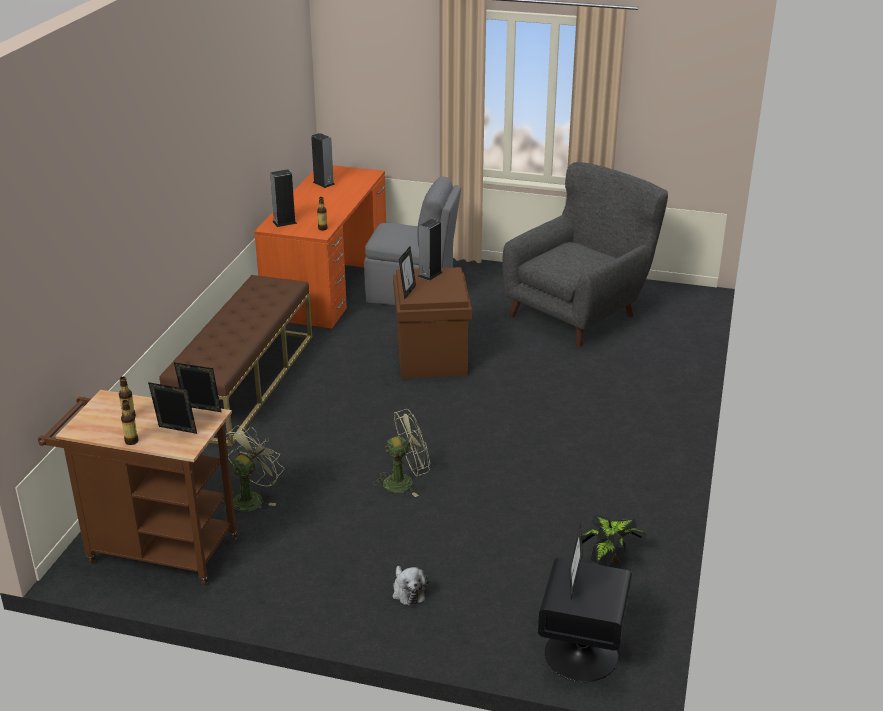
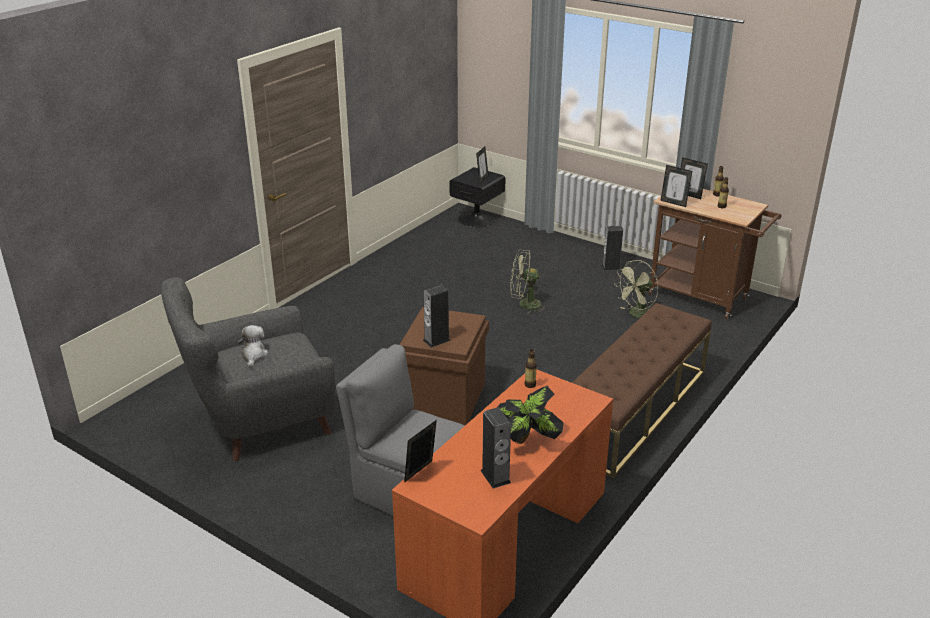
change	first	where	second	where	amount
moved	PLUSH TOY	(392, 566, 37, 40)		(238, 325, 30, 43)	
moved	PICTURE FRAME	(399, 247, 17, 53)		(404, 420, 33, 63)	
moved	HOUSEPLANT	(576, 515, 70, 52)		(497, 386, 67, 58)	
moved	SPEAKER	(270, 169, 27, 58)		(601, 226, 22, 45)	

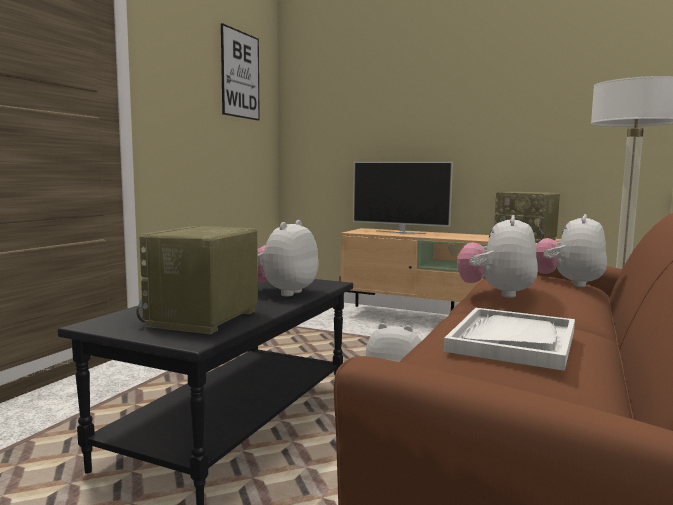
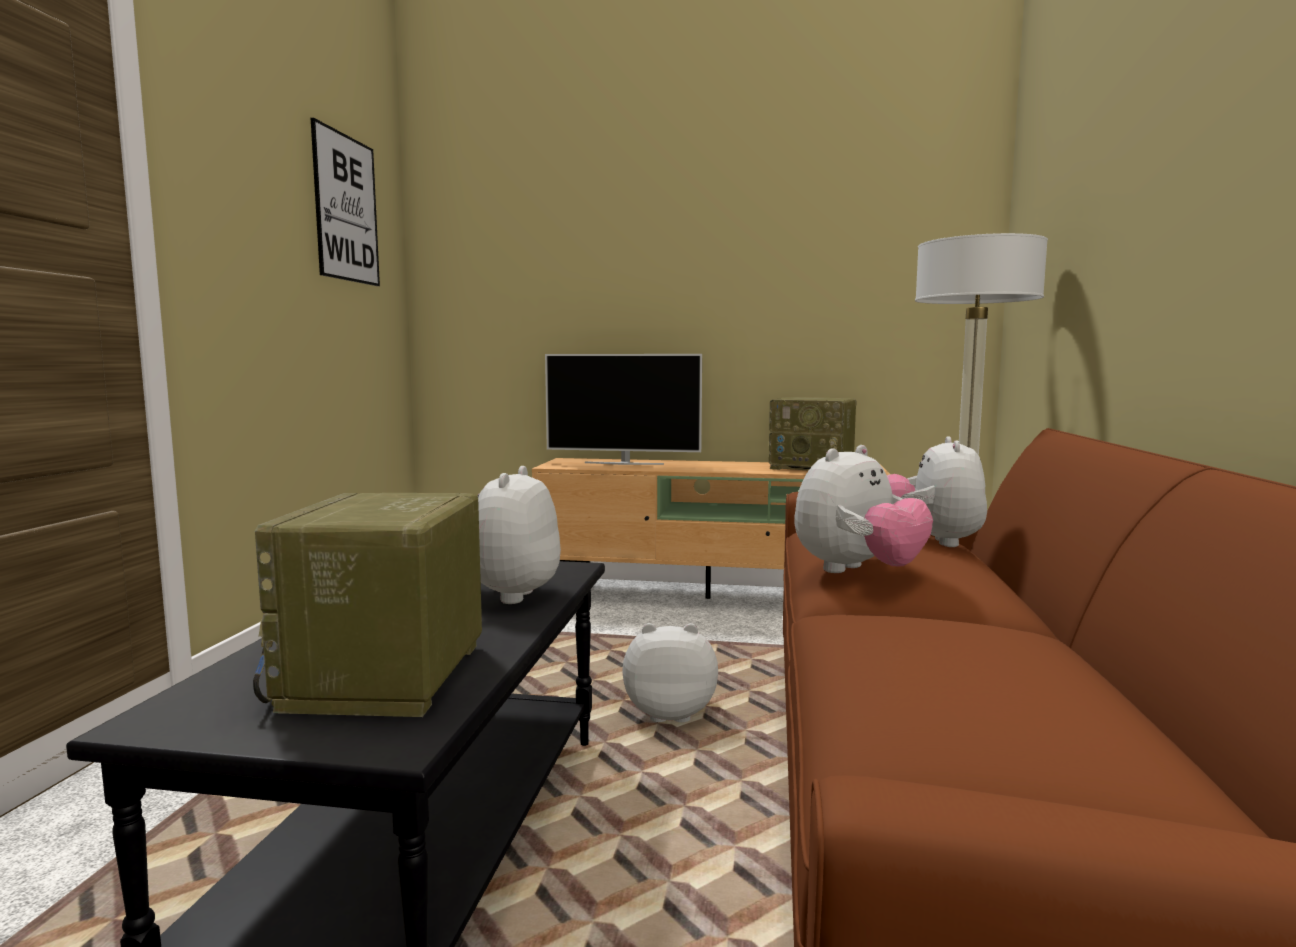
change	first	where	second	where	amount
turned	PLUSH TOY	(457, 215, 81, 83)		(795, 445, 138, 128)	135 degrees counterclockwise
removed	WHITISH SERVING TRAY	(444, 308, 131, 63)			

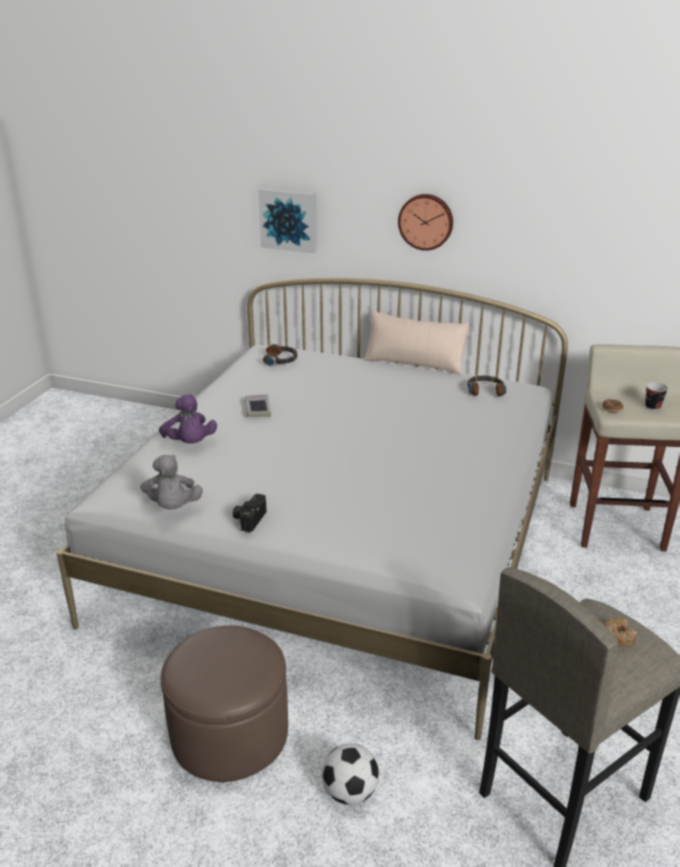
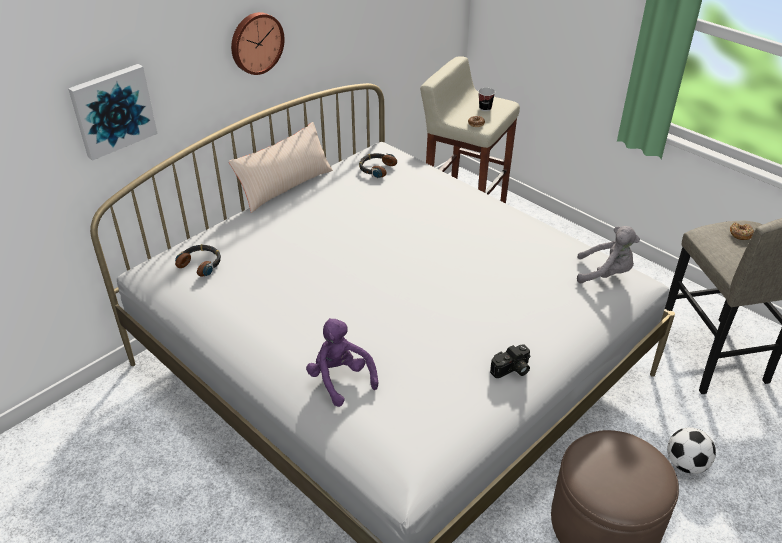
change	first	where	second	where	amount
turned	PURPLISH PLUSH TOY	(159, 394, 58, 50)		(306, 318, 72, 89)	120 degrees counterclockwise
turned	PHOTO CAMERA	(233, 494, 34, 38)		(490, 344, 40, 34)	75 degrees counterclockwise
moved	GREYISH PLUSH TOY	(140, 455, 63, 54)		(577, 226, 63, 58)	
removed	VOLUME	(245, 394, 26, 23)			

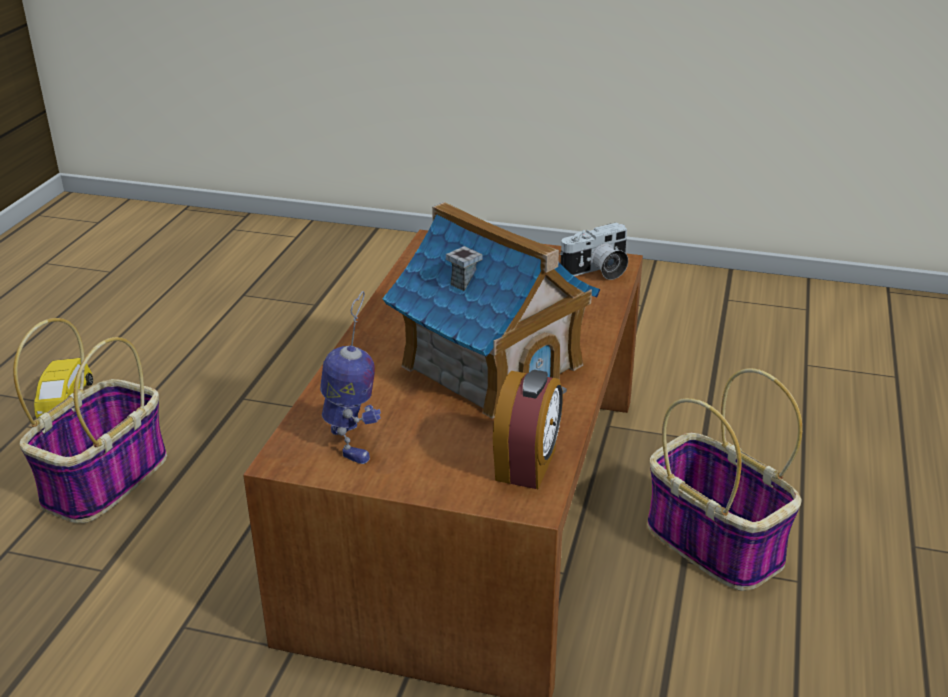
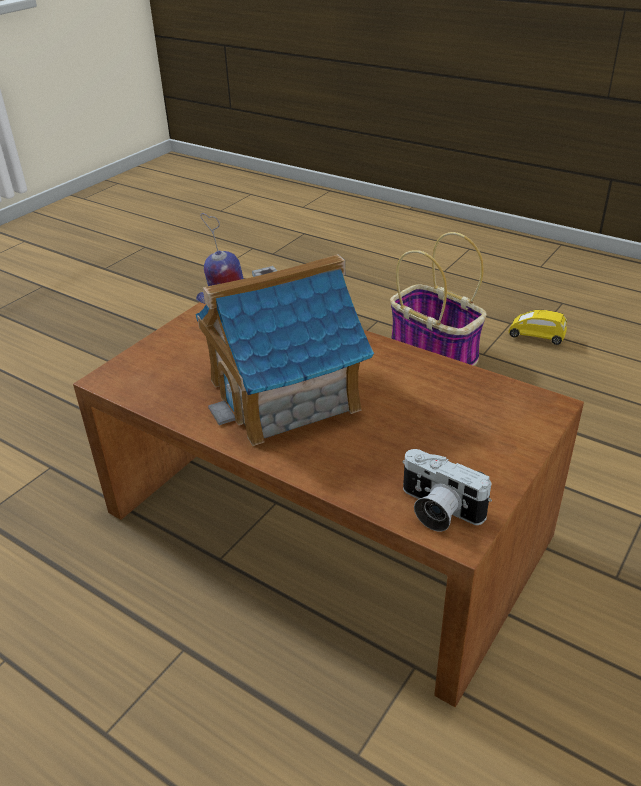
change	first	where	second	where	amount
turned	PHOTO CAMERA	(560, 222, 68, 58)		(403, 449, 89, 83)	45 degrees counterclockwise
removed	ALARM CLOCK	(493, 370, 70, 119)			
removed	STORAGE BASKET	(647, 368, 155, 223)			

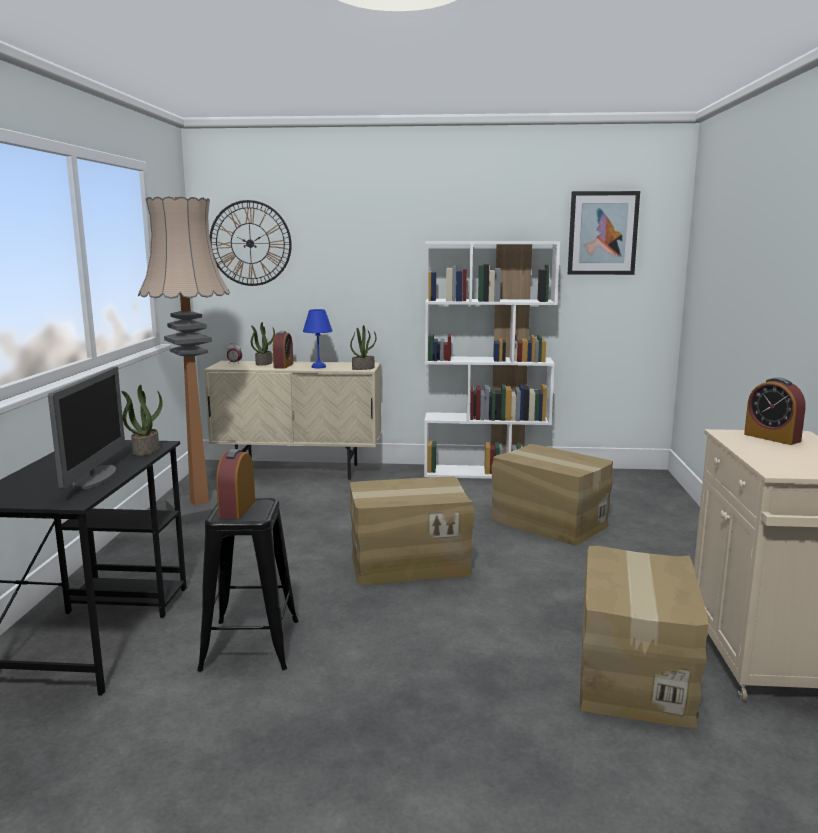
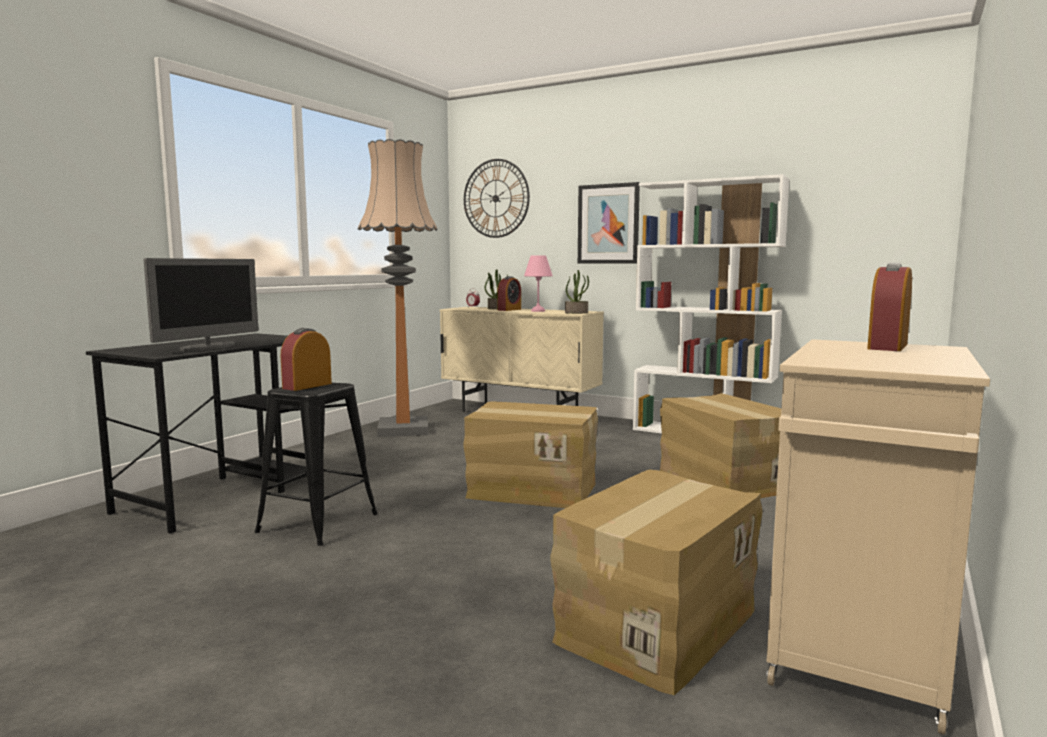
change	first	where	second	where	amount
recoloured	BLUE LAMP FOR A TABLE	(303, 309, 30, 59)	PINK LAMP FOR A TABLE	(524, 255, 28, 57)	
moved	WALL PICTURE	(568, 191, 72, 84)		(578, 182, 62, 82)	
turned	ALARM CLOCK	(744, 377, 62, 68)		(867, 263, 45, 88)	45 degrees clockwise
removed	HOUSEPLANT	(121, 385, 42, 71)			

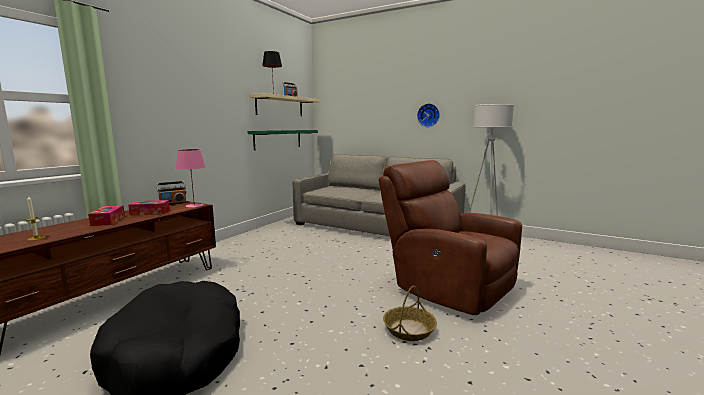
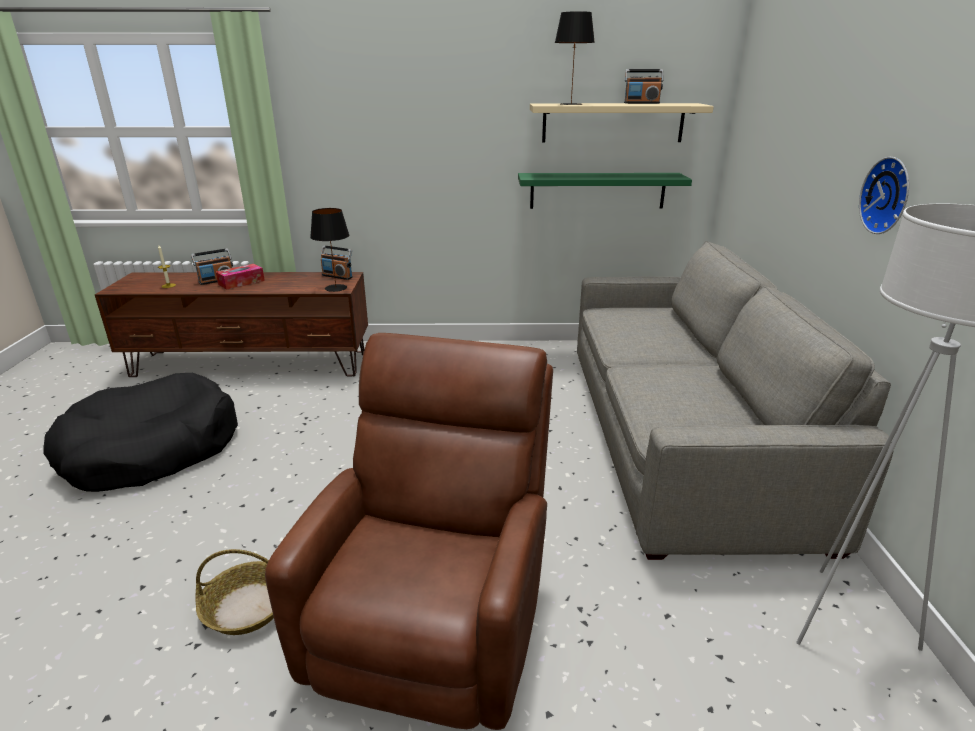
change	first	where	second	where	amount
added			RADIO	(191, 248, 42, 37)	
recoloured	PINK LAMP FOR A TABLE	(176, 149, 29, 59)	BLACKISH LAMP FOR A TABLE	(310, 208, 40, 84)	
removed	TISSUE BOX	(128, 200, 42, 16)			

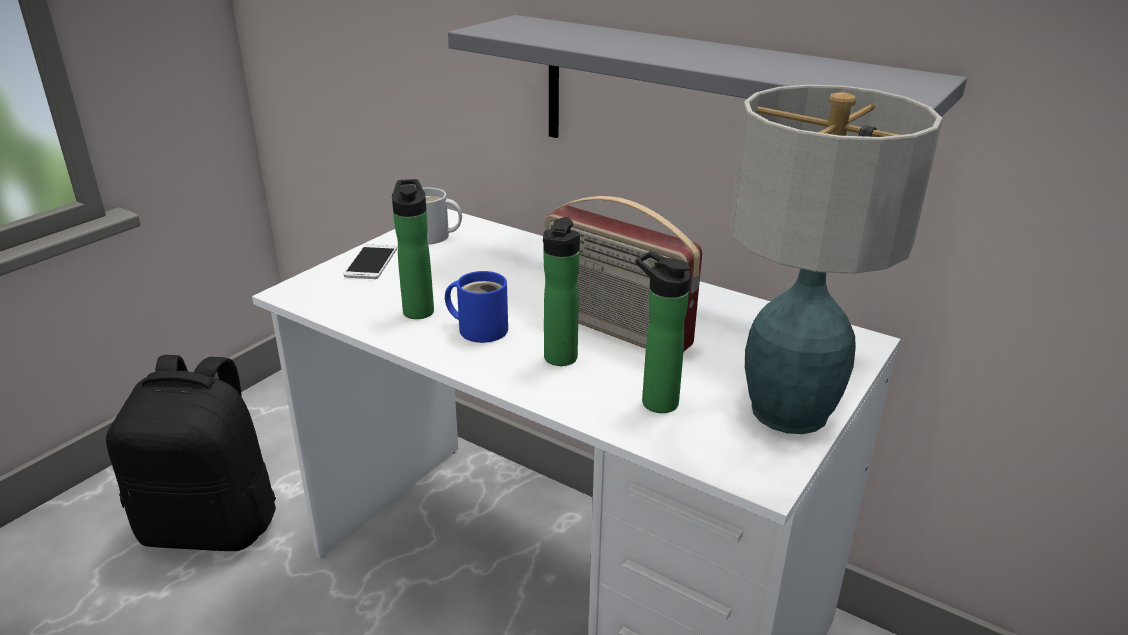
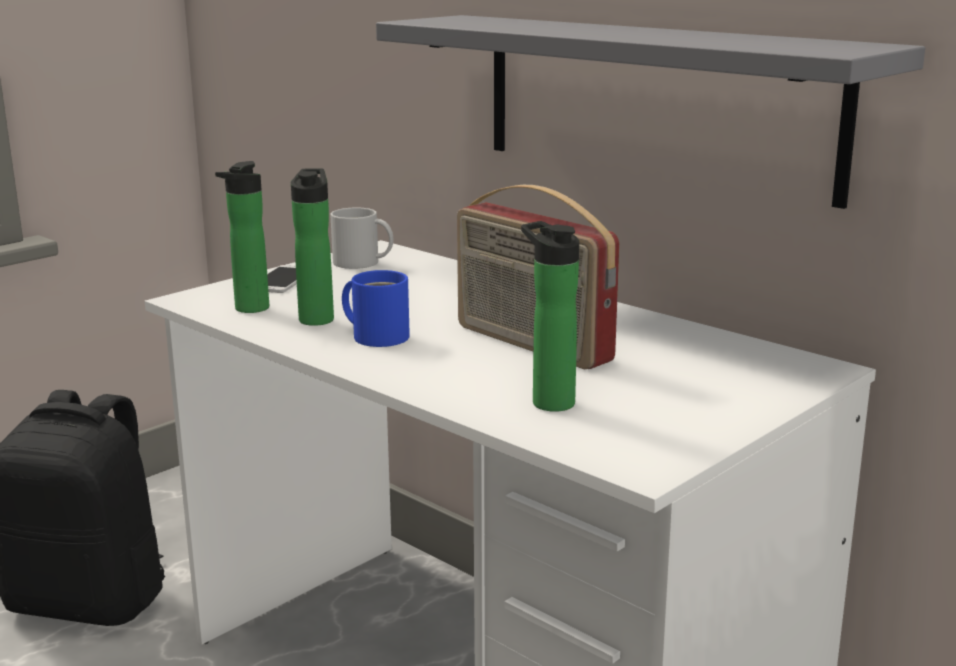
change	first	where	second	where	amount
moved	BEVERAGE BOTTLE	(543, 217, 37, 149)		(215, 161, 54, 152)	
removed	LAMP FOR A TABLE	(730, 85, 213, 349)			

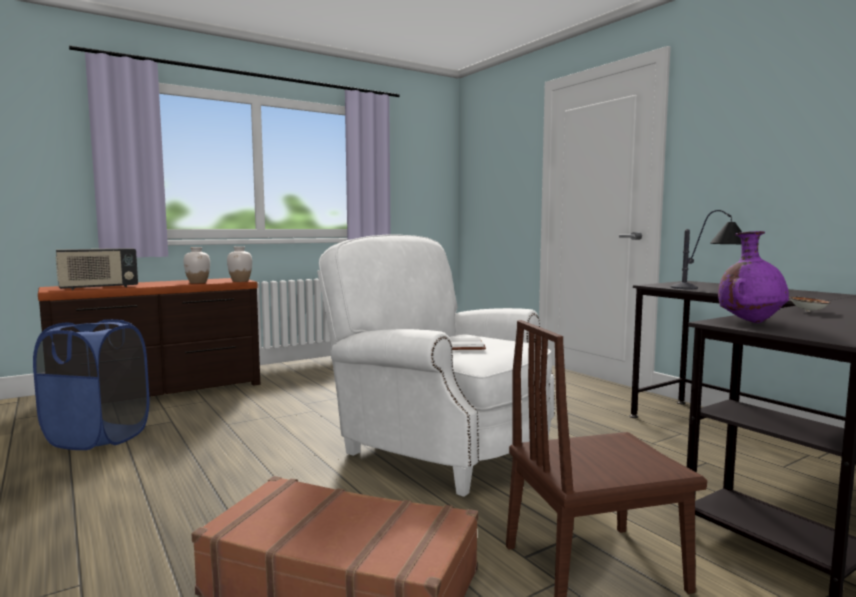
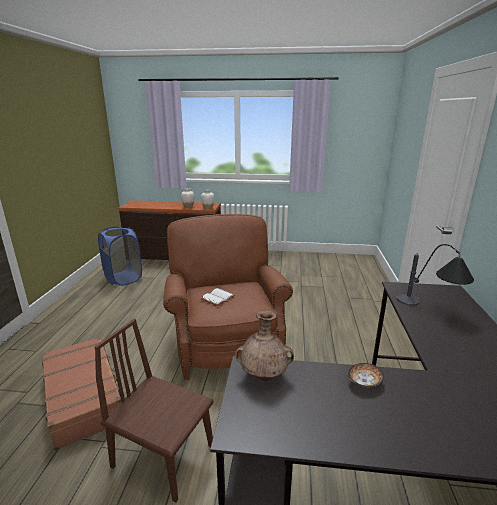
change	first	where	second	where	amount
recoloured	WHITISH EASY CHAIR	(317, 234, 238, 263)	BROWN EASY CHAIR	(163, 214, 130, 166)	
recoloured	PURPLISH VASE	(718, 231, 71, 92)	BROWN VASE	(235, 311, 59, 70)	
removed	RADIO	(56, 248, 82, 42)			

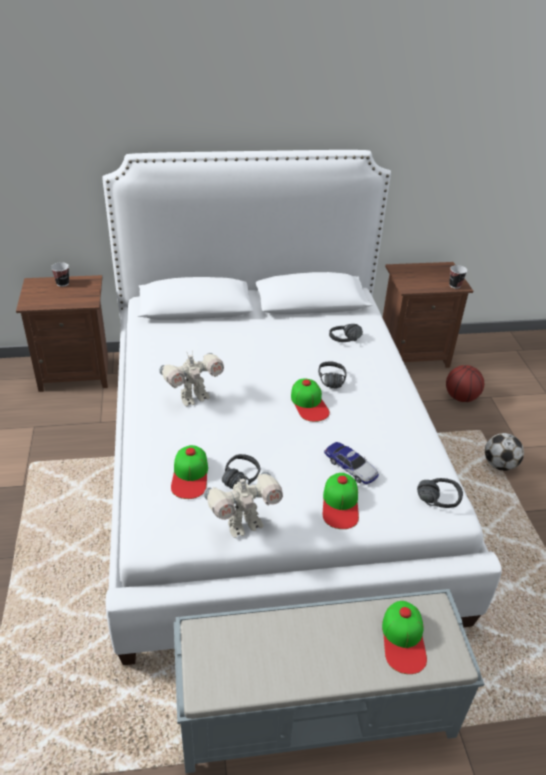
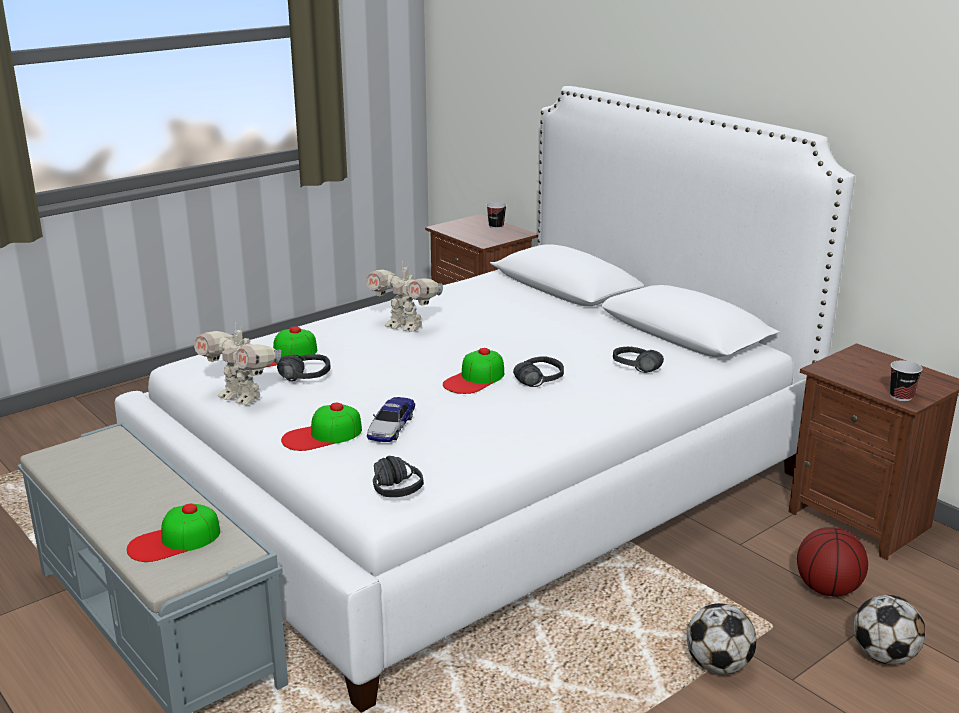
change	first	where	second	where	amount
added			BALL FOR FOOTBALL	(854, 595, 71, 69)	

